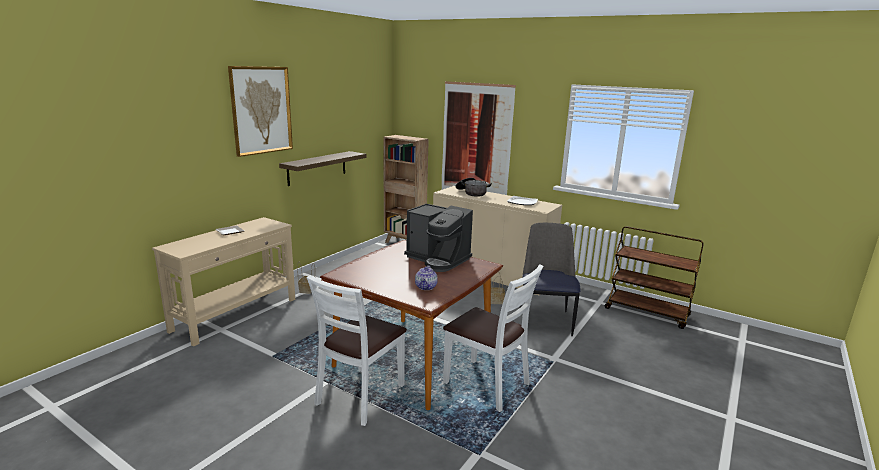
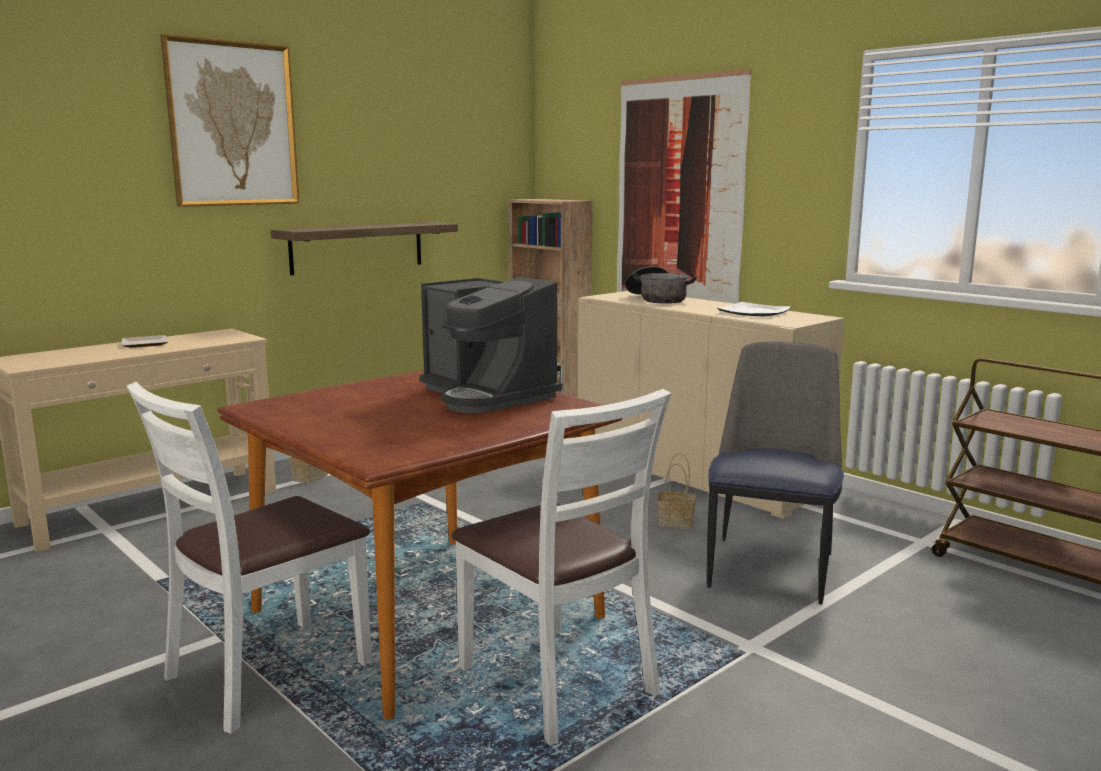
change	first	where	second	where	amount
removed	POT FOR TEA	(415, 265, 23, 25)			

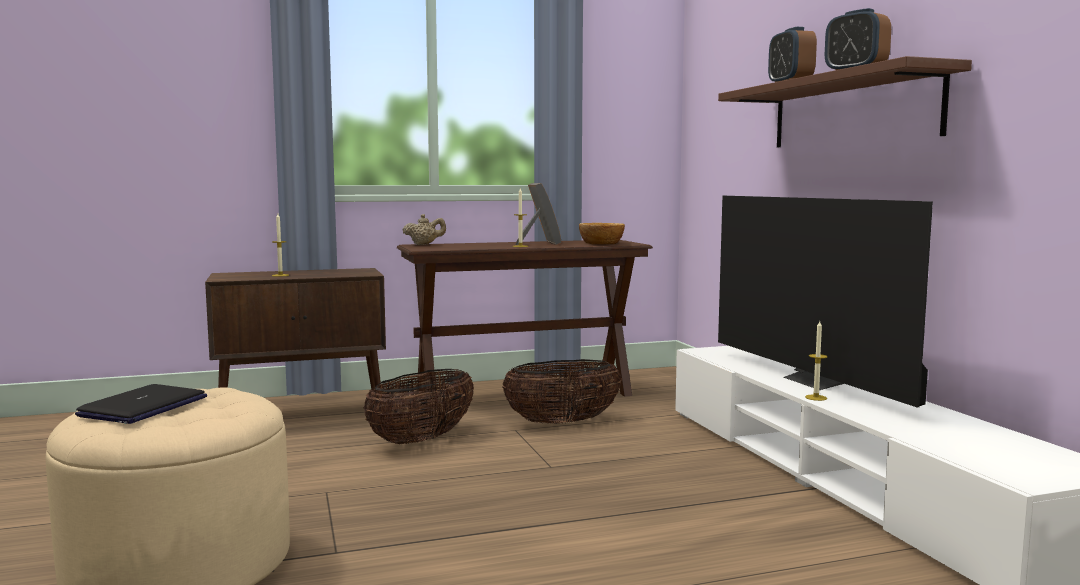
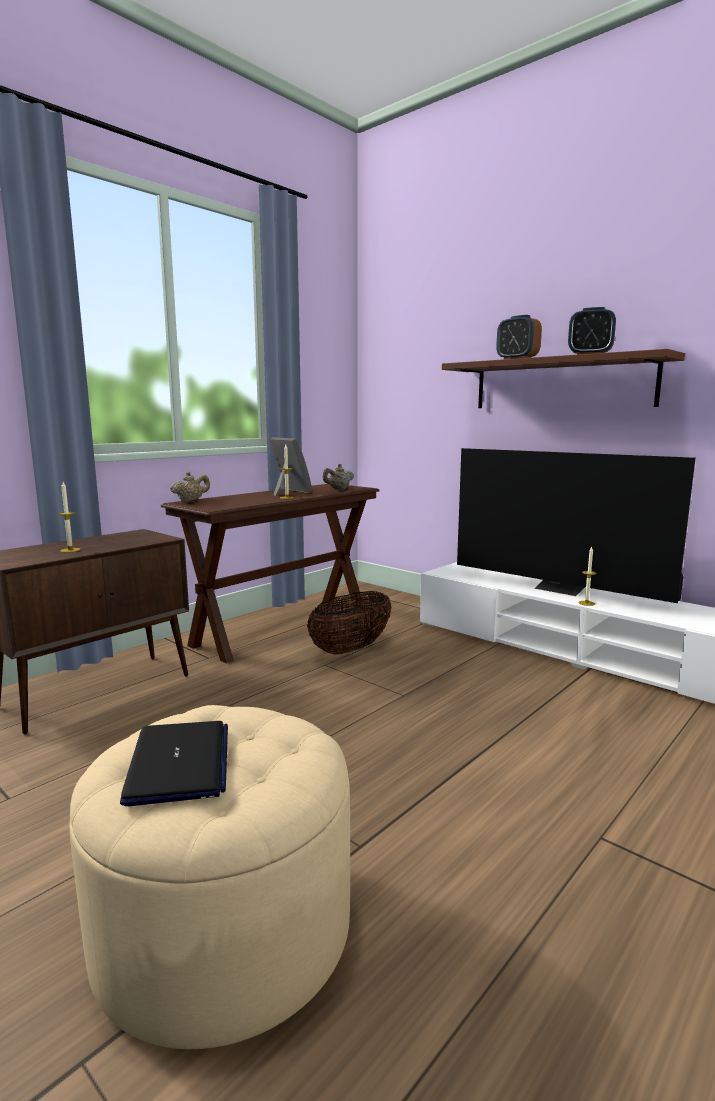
change	first	where	second	where	amount
replaced	BOWL	(579, 223, 46, 22)	BEIGE POT FOR TEA	(323, 464, 31, 26)	
removed	STORAGE BASKET	(364, 369, 110, 75)			

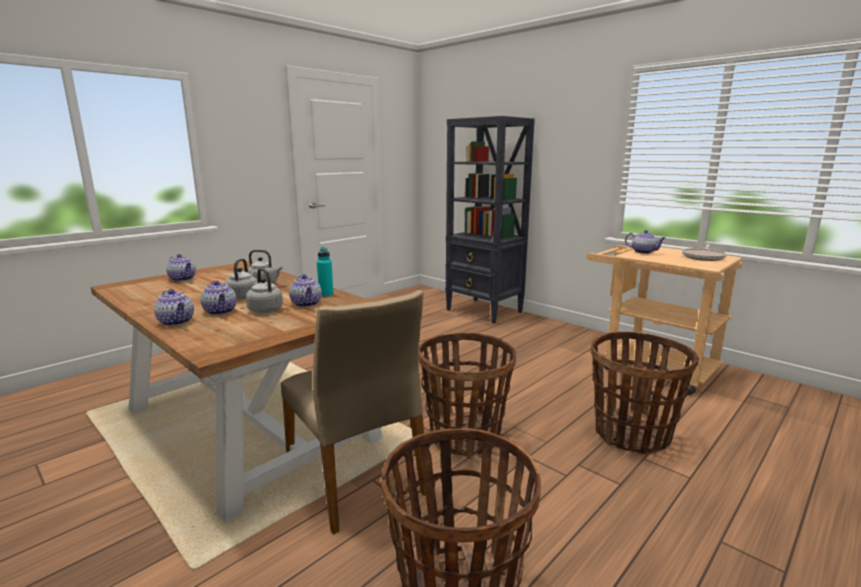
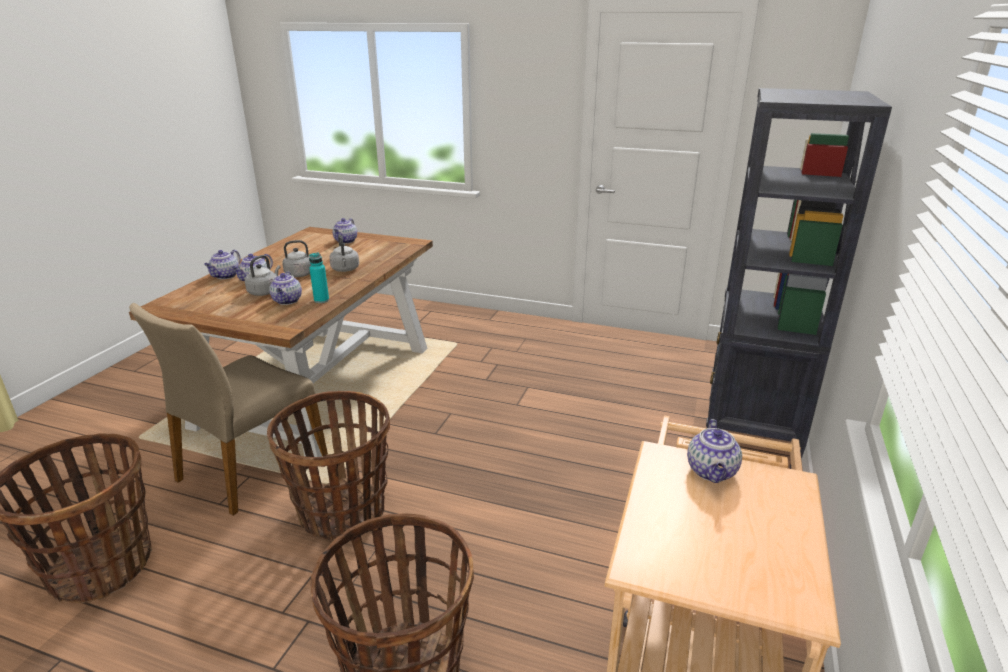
change	first	where	second	where	amount
turned	POT FOR TEA	(289, 274, 33, 33)		(269, 272, 33, 33)	45 degrees counterclockwise
removed	PAN	(682, 244, 45, 17)			

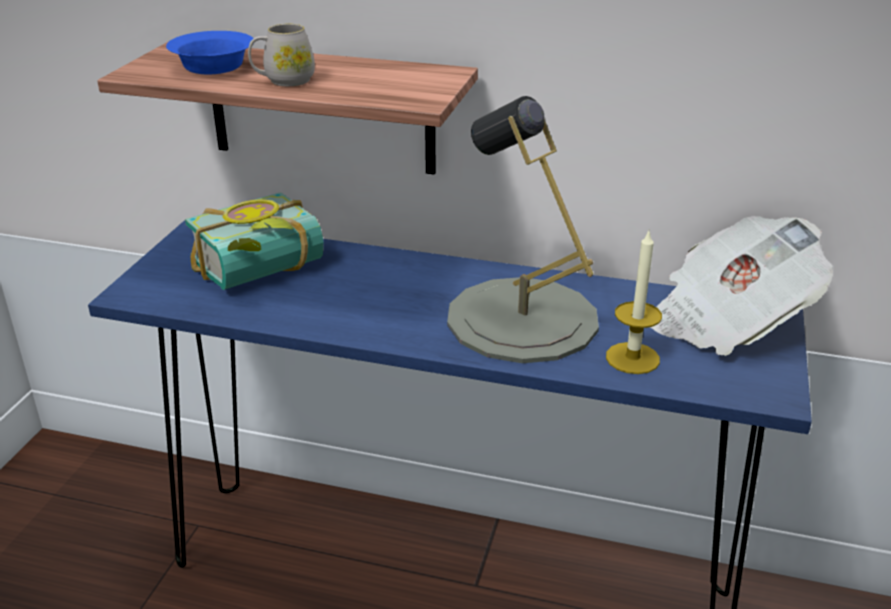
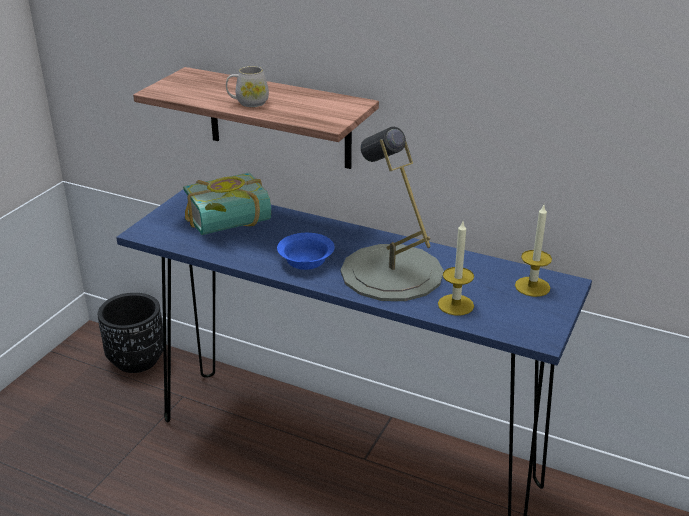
change	first	where	second	where	amount
added			BLACKISH PLANT POT	(98, 293, 65, 80)	
moved	BLUE BOWL	(166, 31, 87, 43)		(277, 233, 58, 37)	
replaced	DAILY PAPER	(650, 216, 183, 140)	CANDLE	(515, 205, 37, 92)	

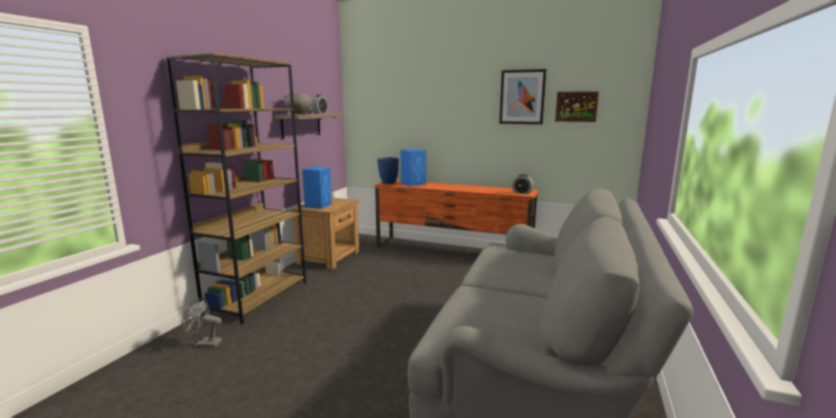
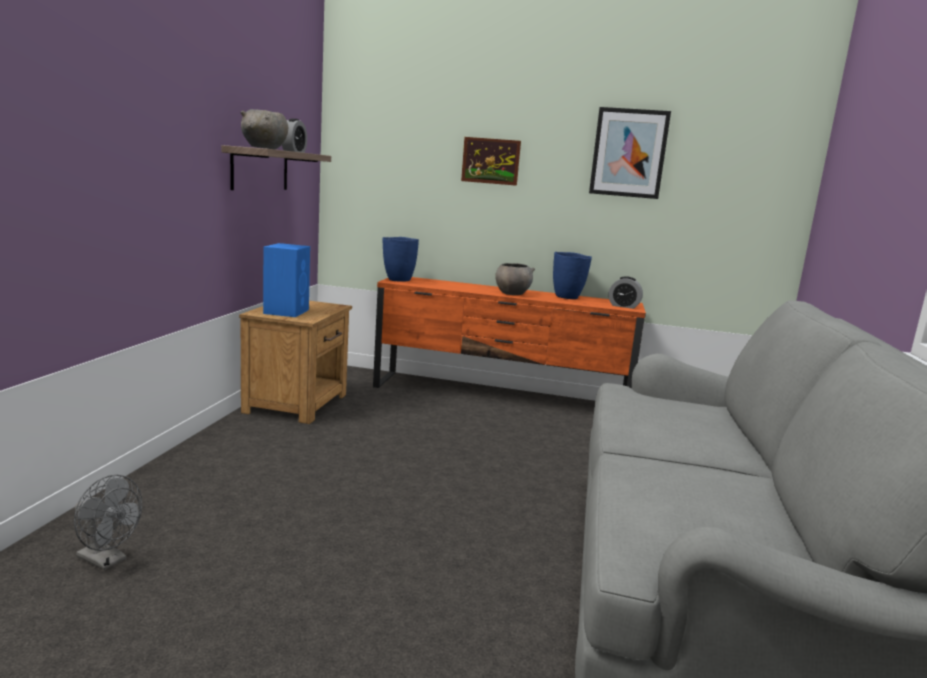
change	first	where	second	where	amount
turned	GREYISH ELECTRIC FAN	(182, 298, 40, 50)		(74, 475, 68, 95)	150 degrees counterclockwise
moved	WALL PICTURE	(555, 91, 44, 31)		(461, 137, 60, 49)	
added			GREYISH BOWL	(495, 263, 40, 32)	
added			BLUE VASE	(553, 252, 39, 47)	
removed	BROWN BOOKSHELF	(165, 53, 141, 272)			
removed	BLUE SPEAKER	(401, 149, 25, 37)			

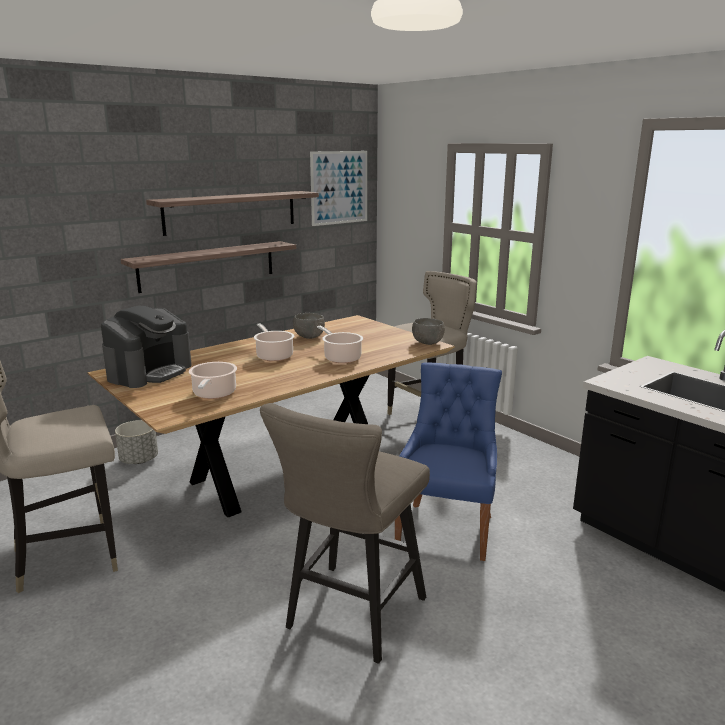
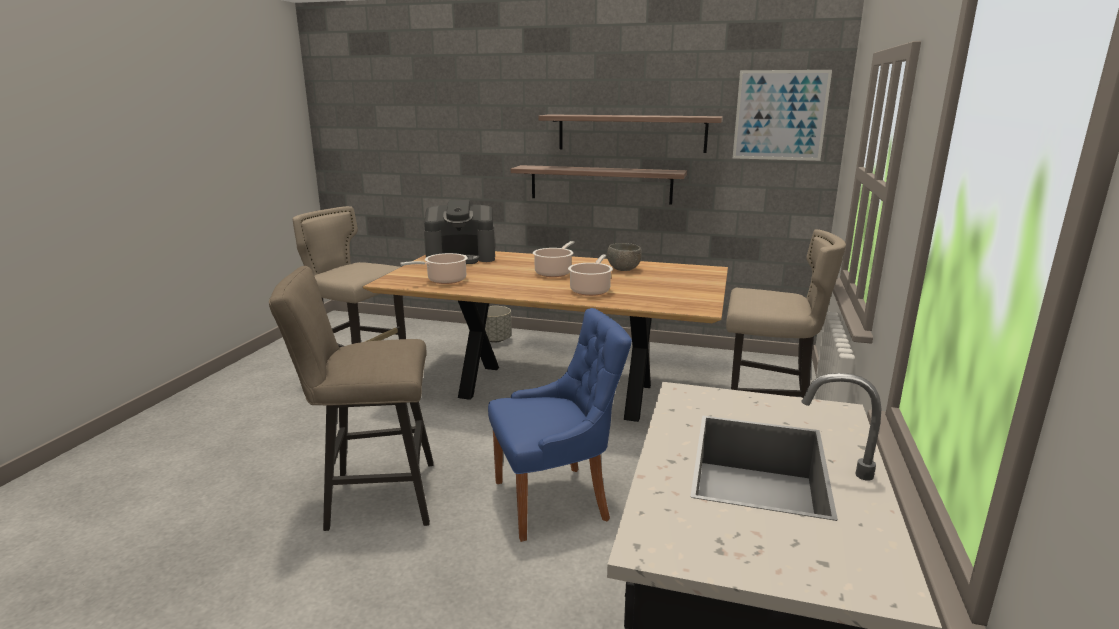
change	first	where	second	where	amount
removed	GREYISH BOWL	(412, 318, 33, 27)			

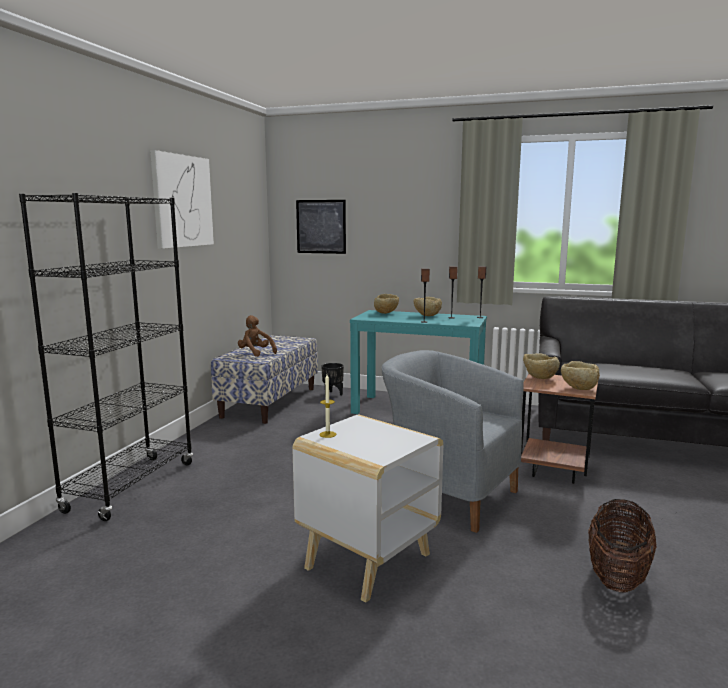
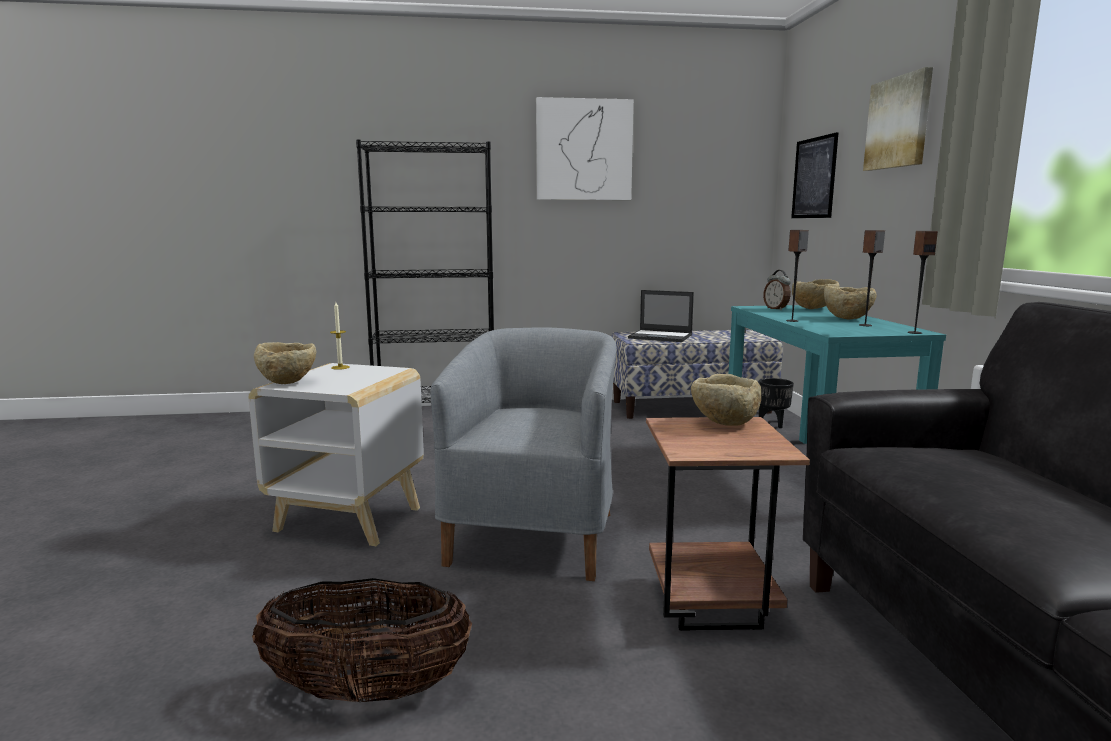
change	first	where	second	where	amount
moved	BEIGE BOWL	(561, 361, 39, 29)		(254, 342, 62, 42)	
replaced	BROWN PLUSH TOY	(238, 315, 39, 42)	LAPTOP	(628, 290, 66, 52)	
added			ALARM CLOCK	(763, 270, 28, 41)	
added			WALL PICTURE	(863, 67, 70, 104)	

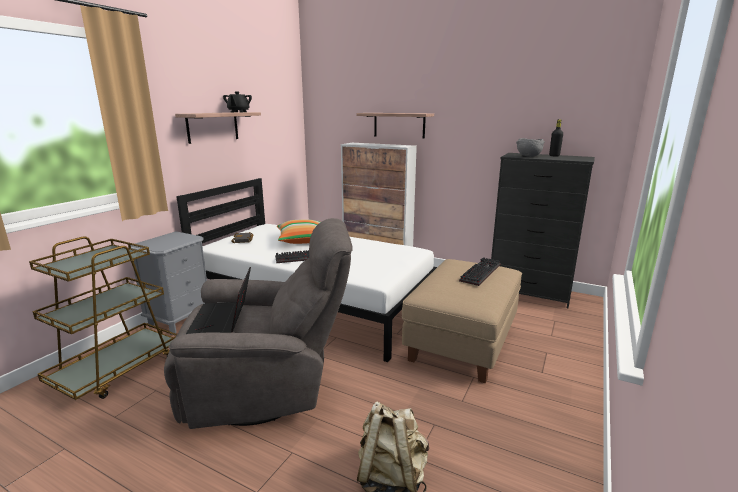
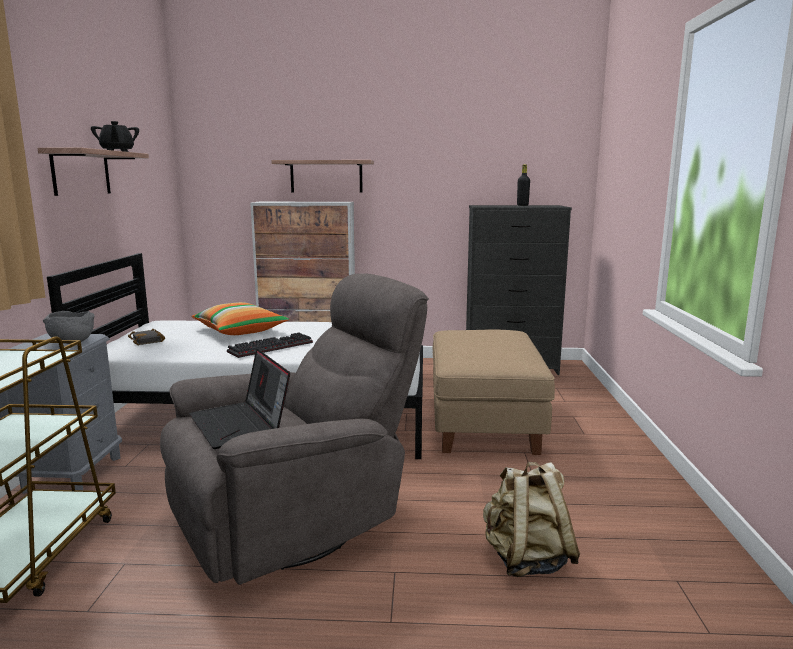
change	first	where	second	where	amount
moved	GREYISH BOWL	(516, 138, 29, 19)		(43, 311, 52, 33)	
removed	KEYBOARD	(459, 257, 42, 29)			

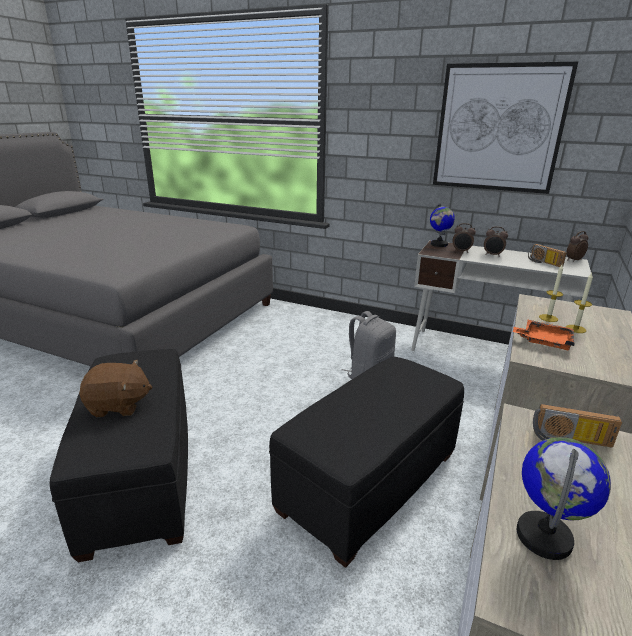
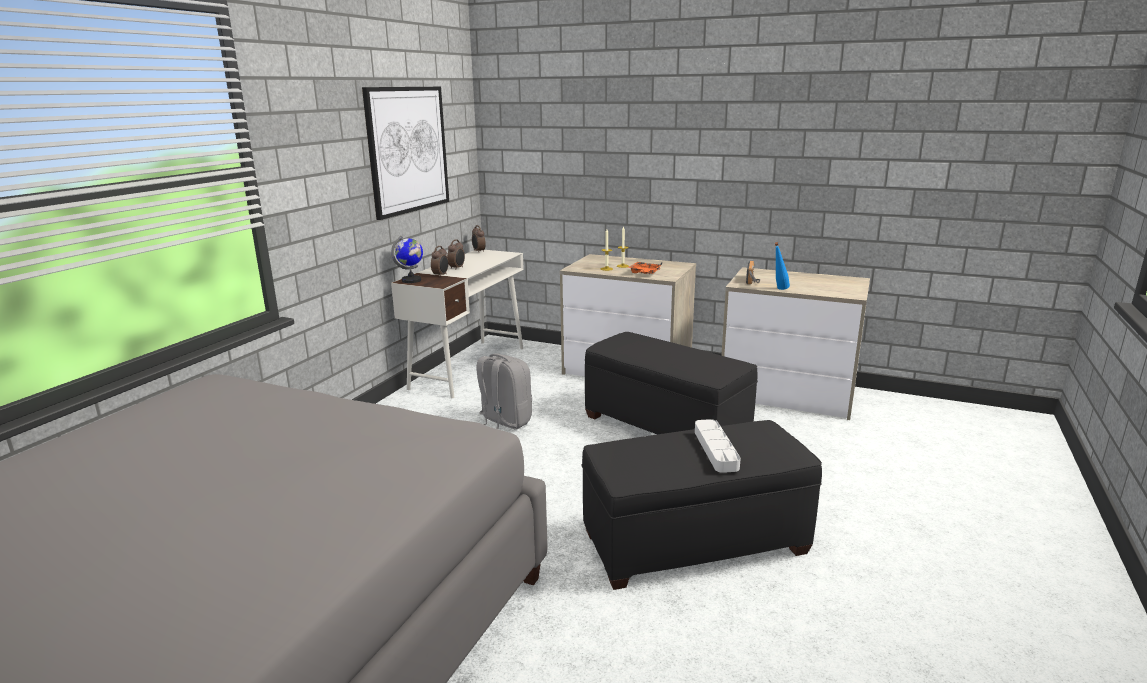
change	first	where	second	where	amount
replaced	BROWN PLUSH TOY	(79, 360, 73, 57)	GREYISH SERVING TRAY	(695, 419, 46, 54)	
added			BLUE BEVERAGE BOTTLE	(775, 242, 15, 48)	
removed	GLOBE	(517, 437, 94, 123)			
removed	RADIO	(528, 244, 39, 23)			

